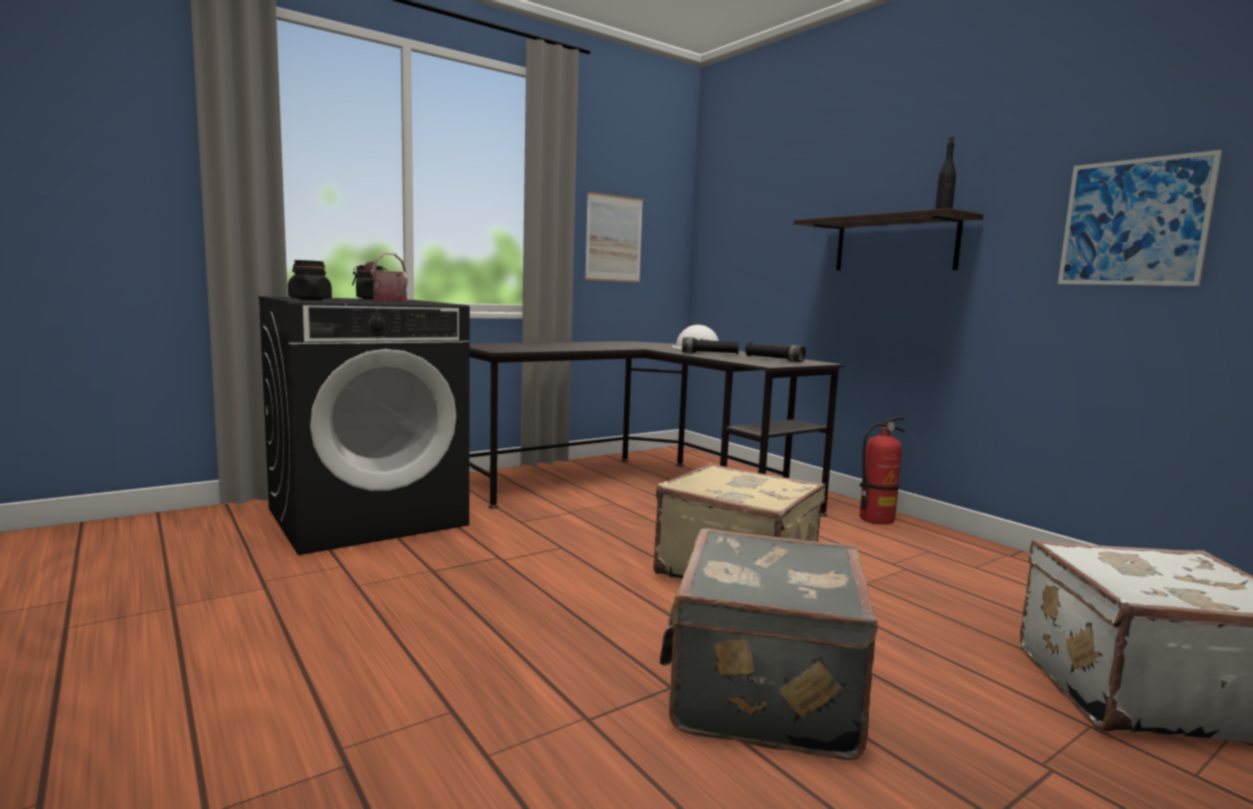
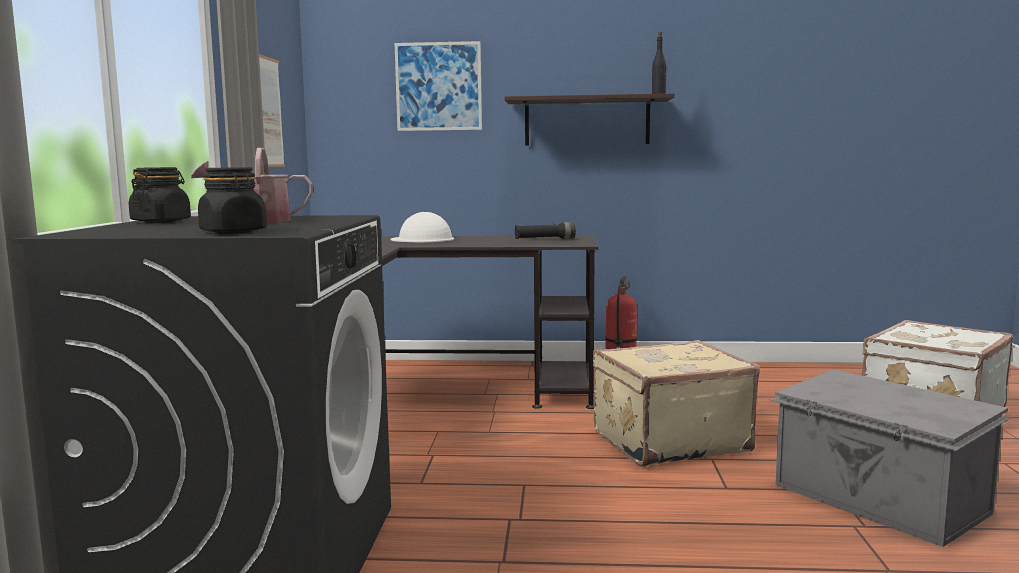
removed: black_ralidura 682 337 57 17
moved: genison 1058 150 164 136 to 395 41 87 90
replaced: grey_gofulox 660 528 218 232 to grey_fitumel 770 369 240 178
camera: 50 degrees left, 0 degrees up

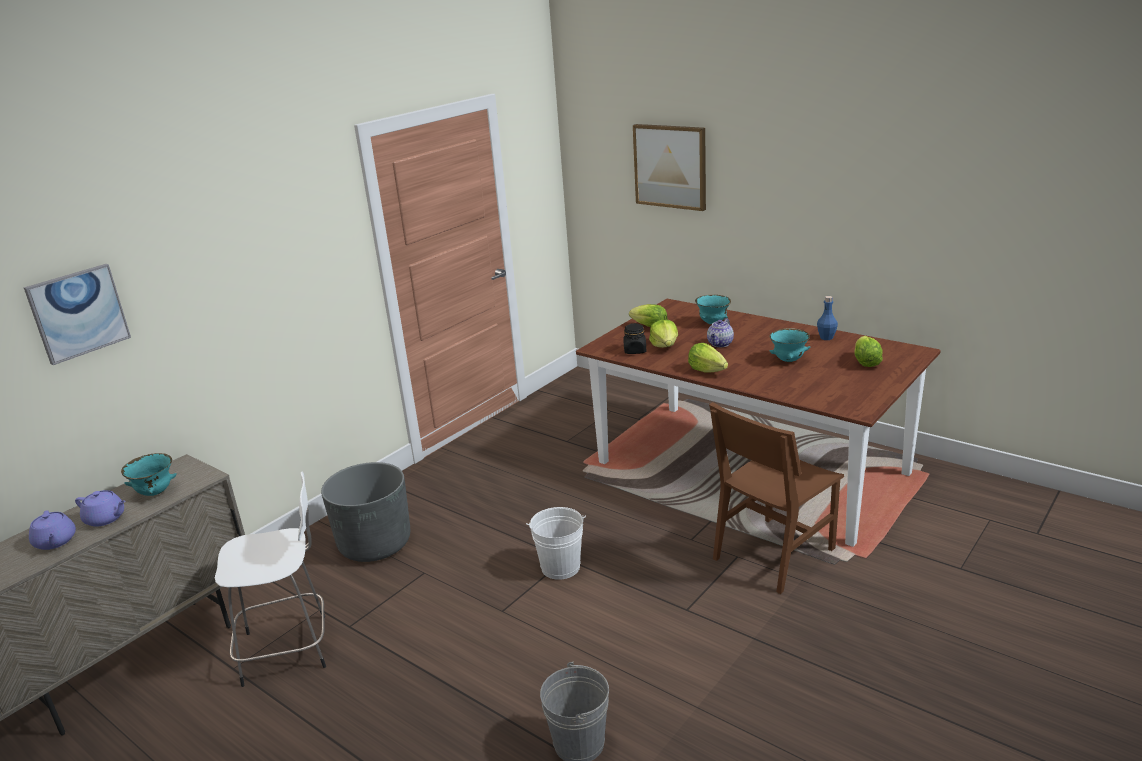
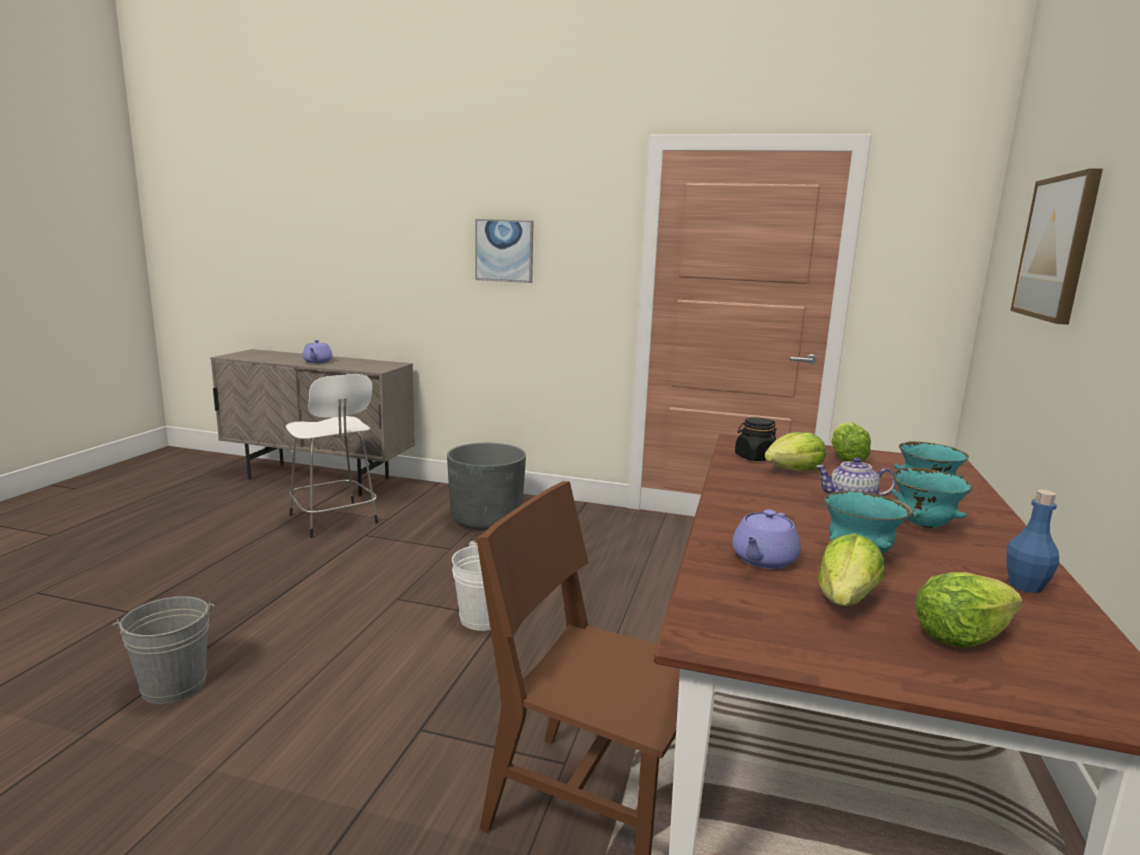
moved: genison 24 264 107 101 to 475 219 59 64; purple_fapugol 29 510 47 40 to 732 510 69 59; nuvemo 688 343 40 30 to 818 533 67 73; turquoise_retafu 121 453 56 43 to 892 468 81 60
camera: 65 degrees right, 10 degrees down

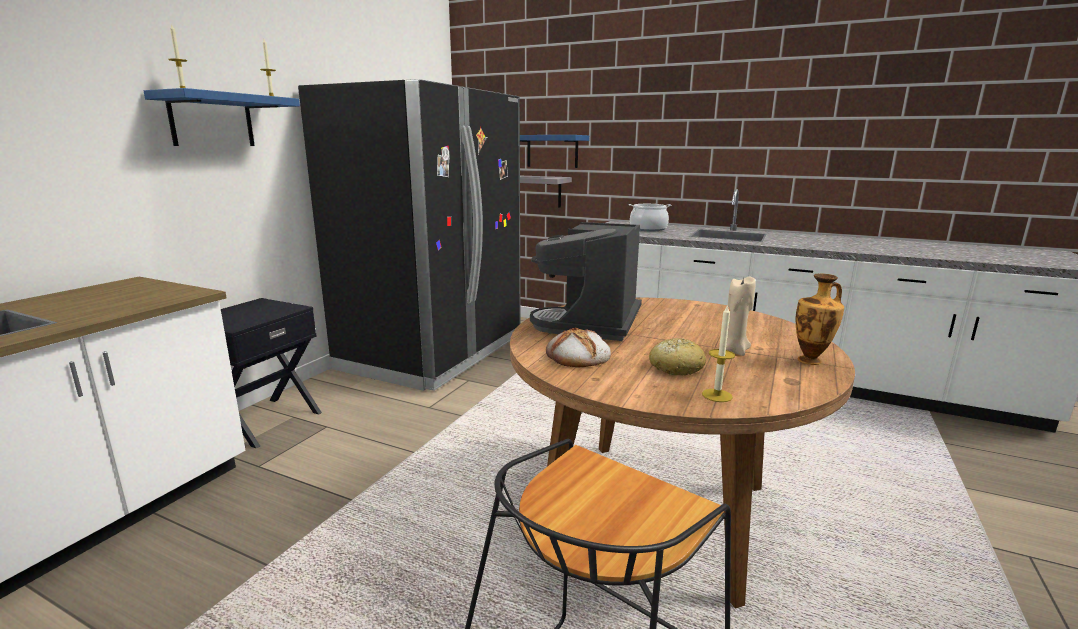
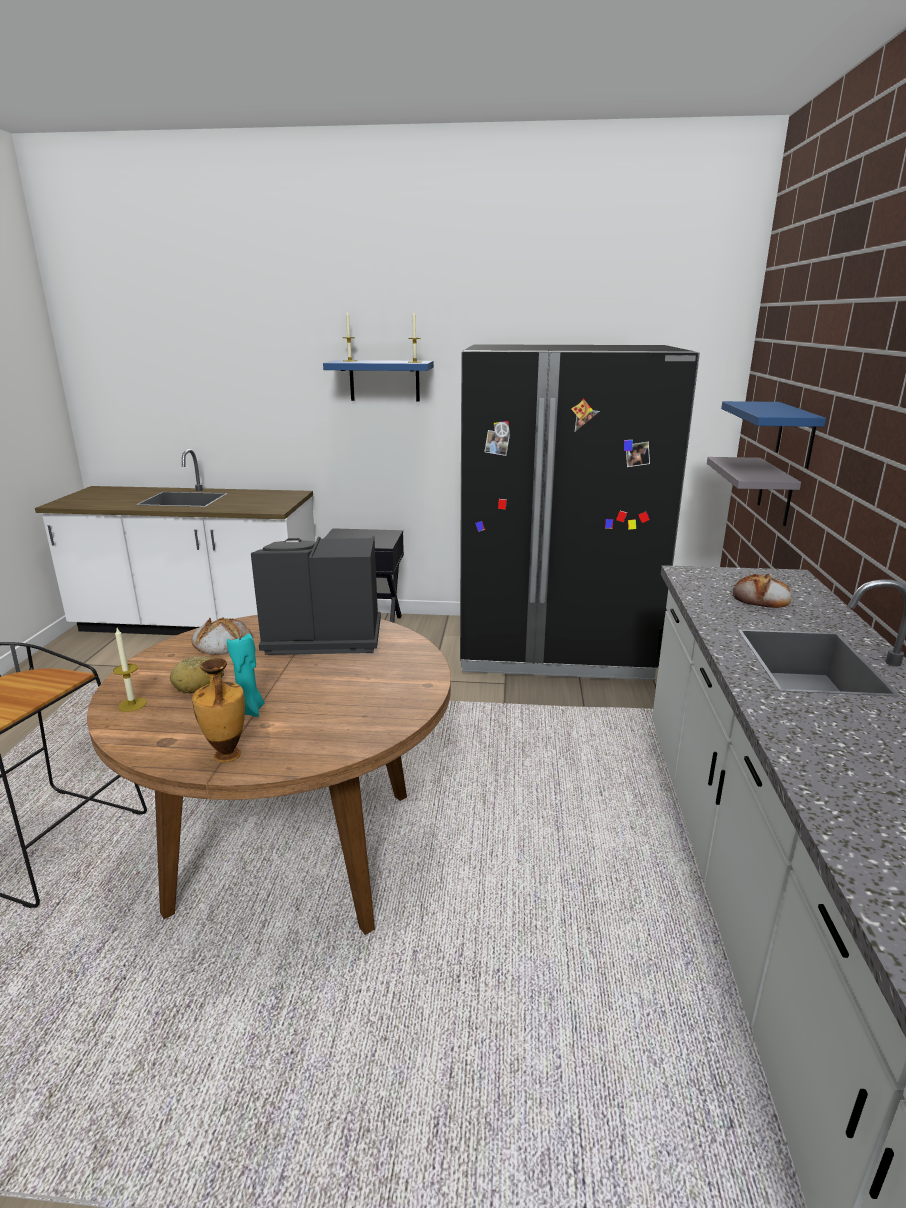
replaced: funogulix 629 204 42 27 to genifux 733 573 59 35
recoloured: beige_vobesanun 726 276 30 80 to turquoise_vobesanun 227 633 37 84
camera: 70 degrees right, 5 degrees up

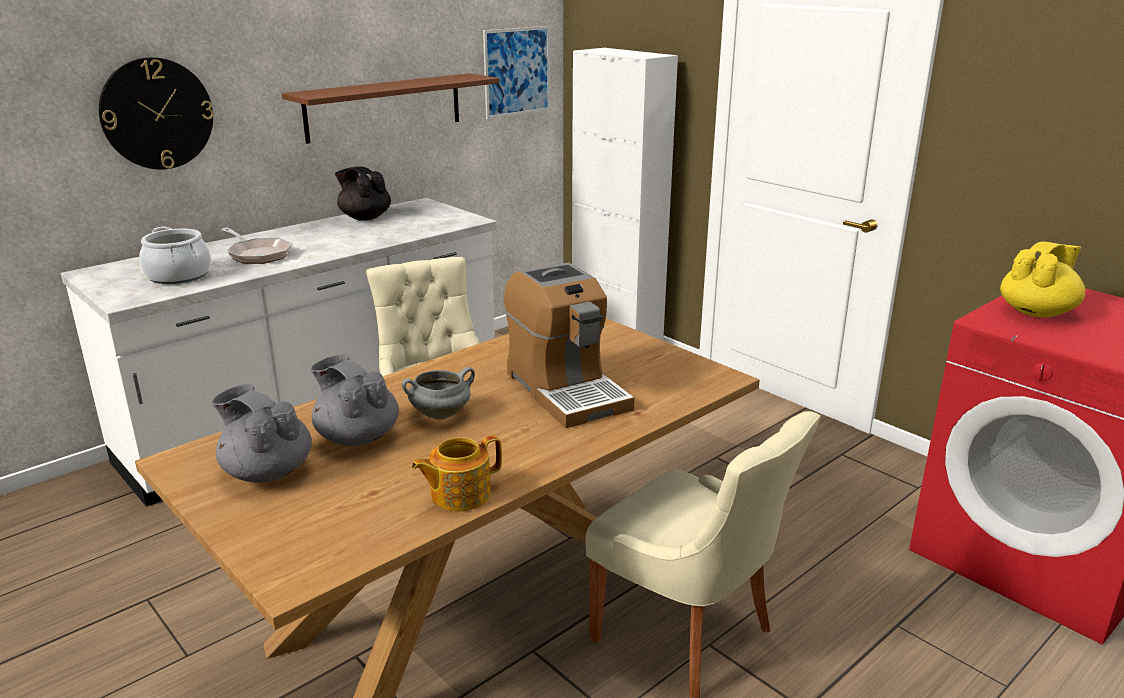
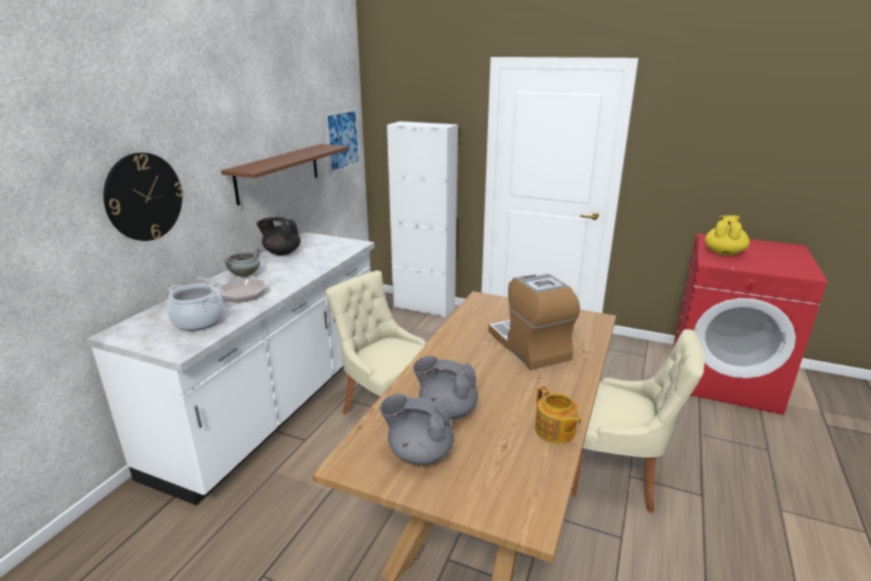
moved: grey_funogulix 401 367 74 53 to 224 248 36 29
turned: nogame 504 262 131 166 = 488 274 92 96 150 degrees counterclockwise; fapugol 411 435 91 76 = 535 386 47 58 60 degrees counterclockwise
camera: 25 degrees left, 0 degrees up

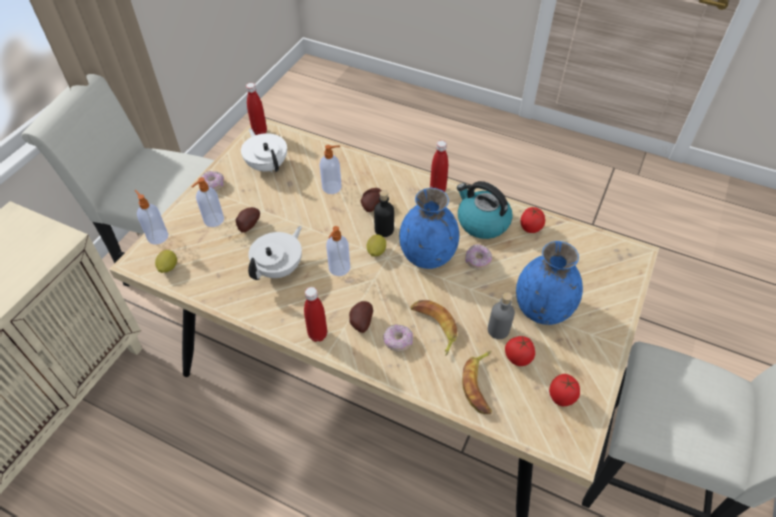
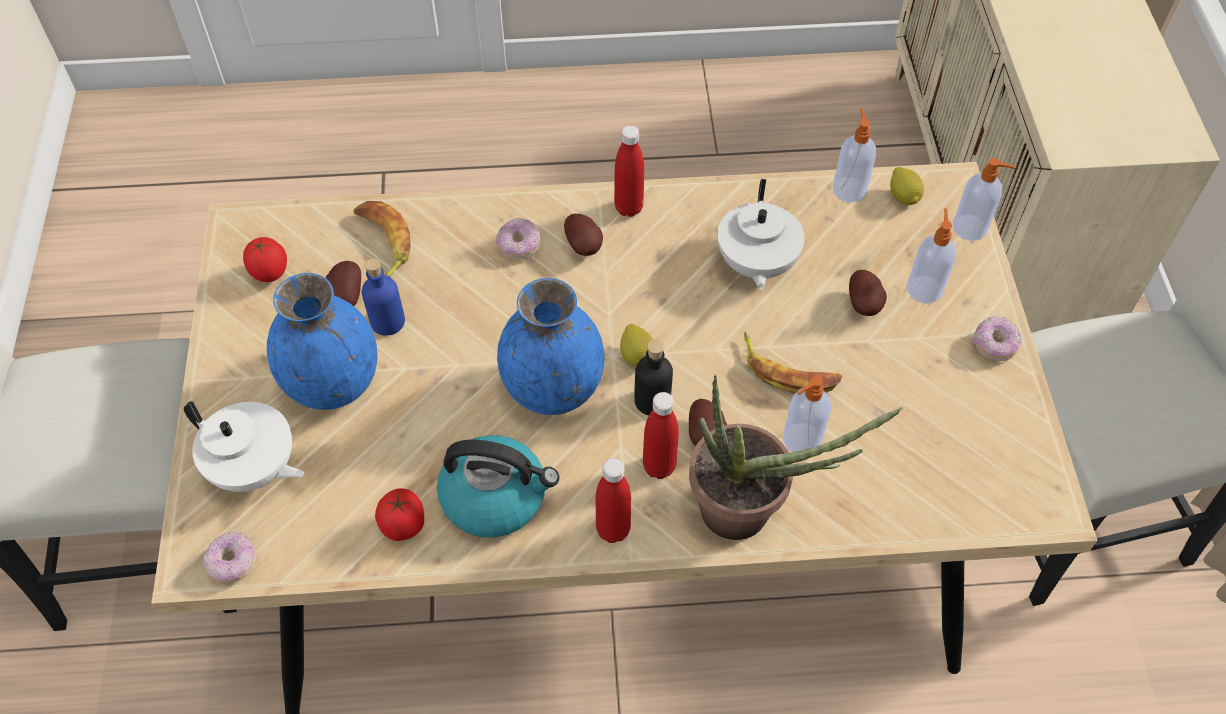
added: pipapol 689 374 214 166
moved: white_fapugol 241 128 46 45 to 184 401 120 91; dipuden 465 244 27 26 to 203 531 53 52; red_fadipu 246 83 21 52 to 643 392 36 87; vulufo 410 300 47 56 to 744 332 98 61; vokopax 326 226 24 50 to 833 108 43 94
replaced: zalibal 505 336 30 30 to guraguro 326 261 35 45
recoloured: grey_fadipu 488 292 27 47 to blue_fadipu 362 258 43 78
camera: 150 degrees right, 5 degrees up

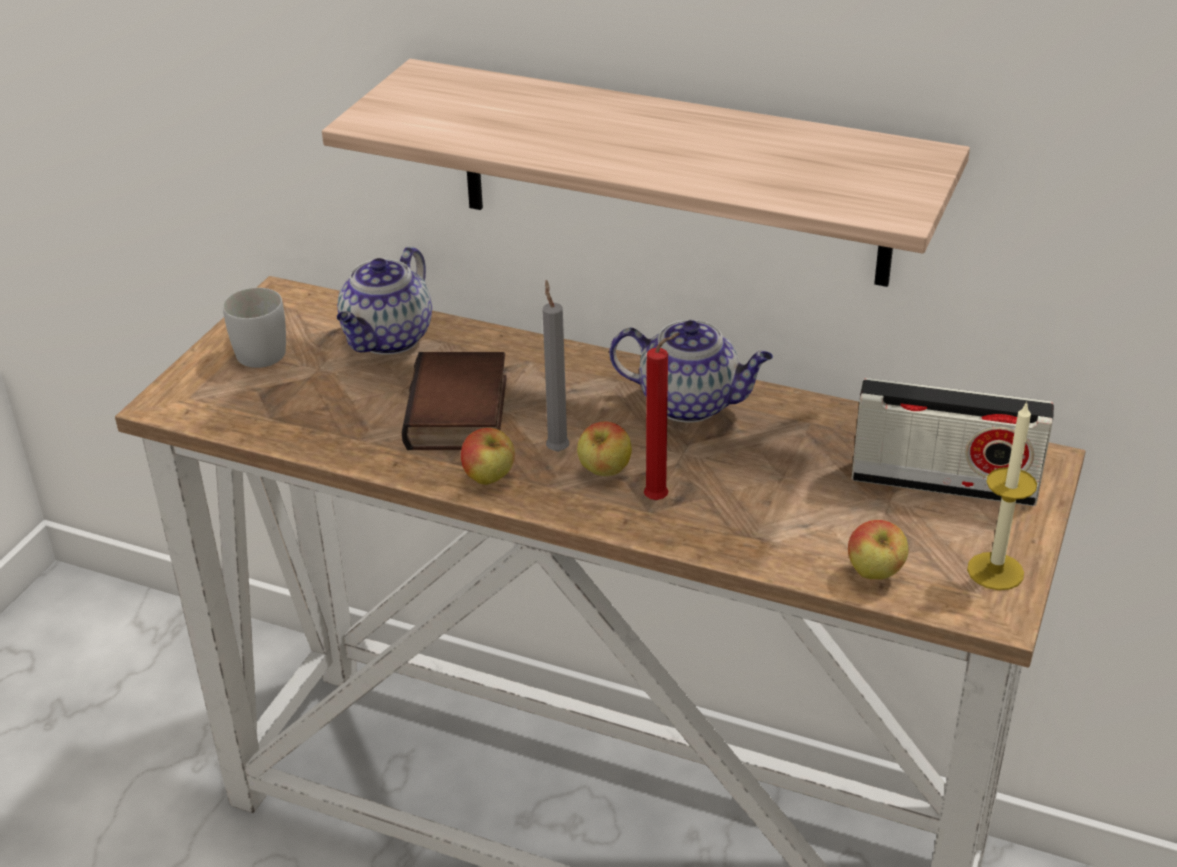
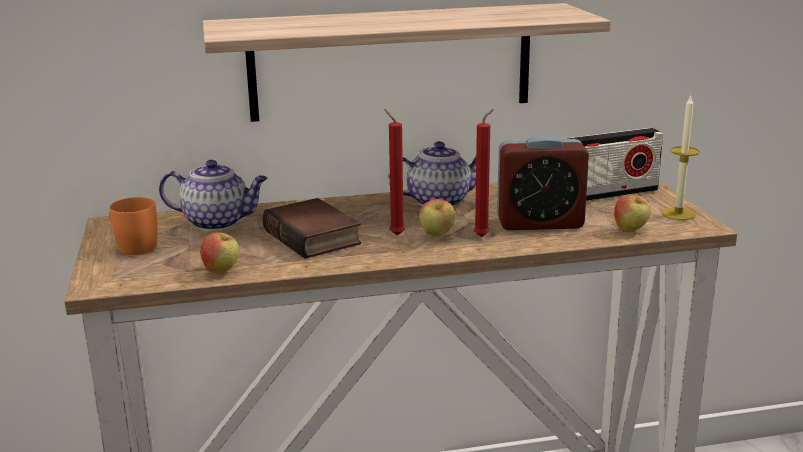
added: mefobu 497 135 92 95
moved: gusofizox 461 428 54 57 to 200 232 39 42
recoloured: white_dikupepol 223 288 63 80 to orange_dikupepol 109 197 49 58; grey_vobesanun 542 280 27 172 to red_vobesanun 384 109 21 127
turned: fapugol 337 246 95 109 = 159 160 109 71 75 degrees counterclockwise
camera: 35 degrees left, 15 degrees down

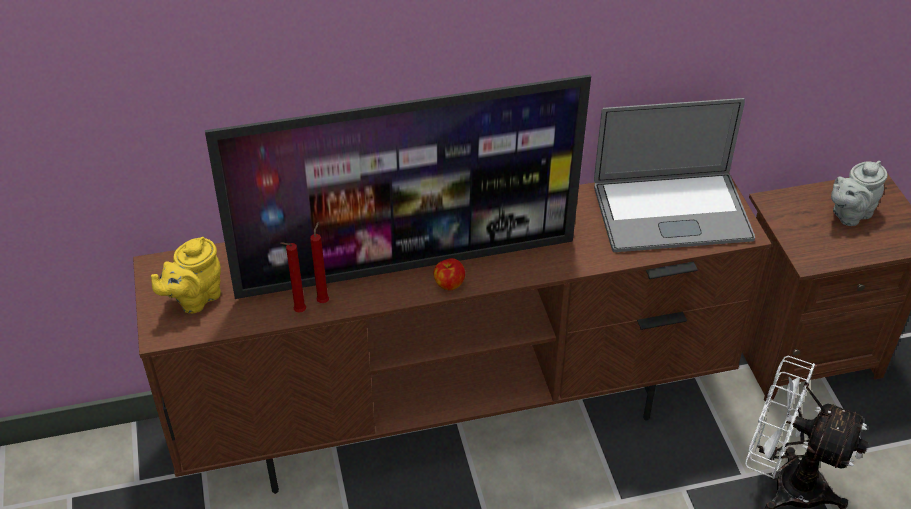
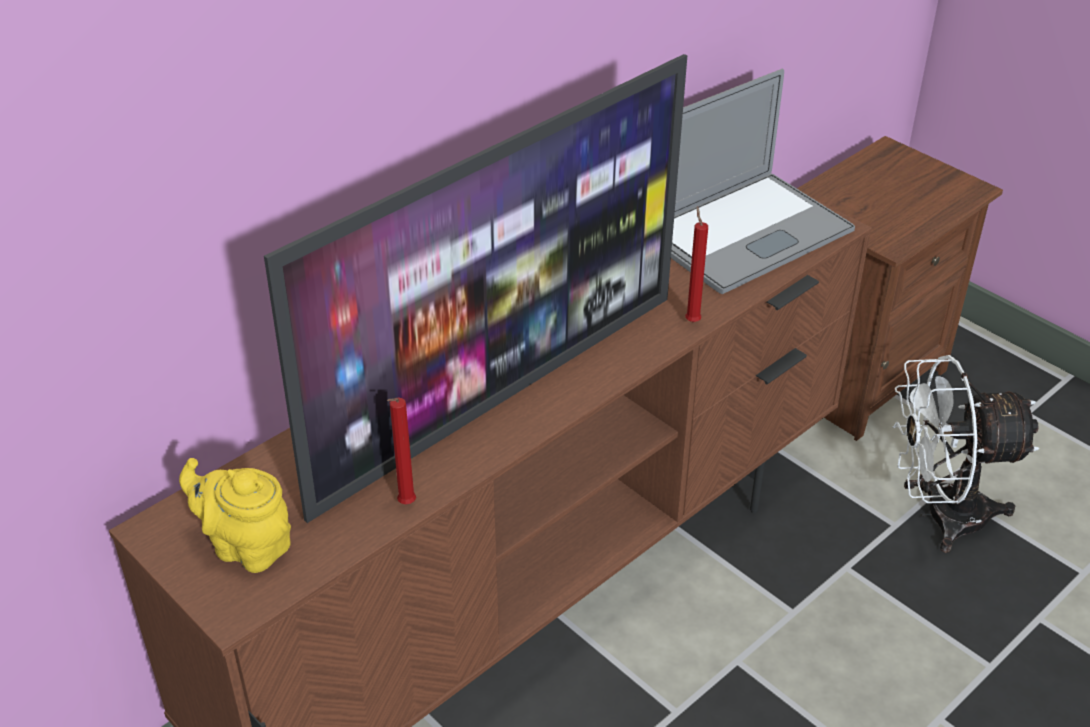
removed: gusofizox 434 258 31 33; grey_fapugol 831 161 57 65
moved: red_vobesanun 310 222 19 81 to 685 207 23 115
turned: yellow_fapugol 151 237 70 76 = 179 458 112 115 105 degrees clockwise
camera: 30 degrees left, 5 degrees down

